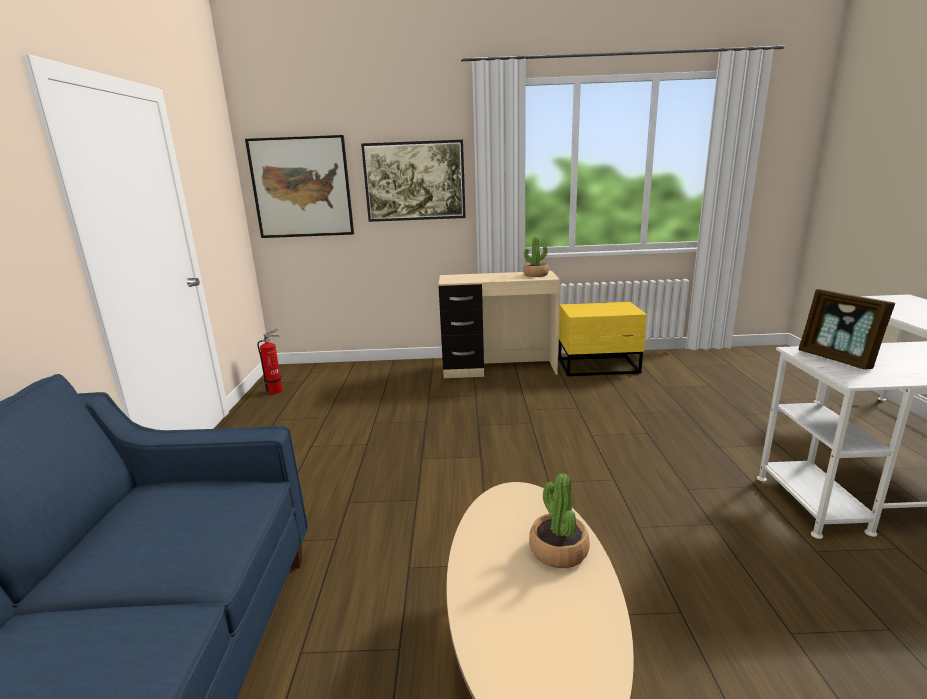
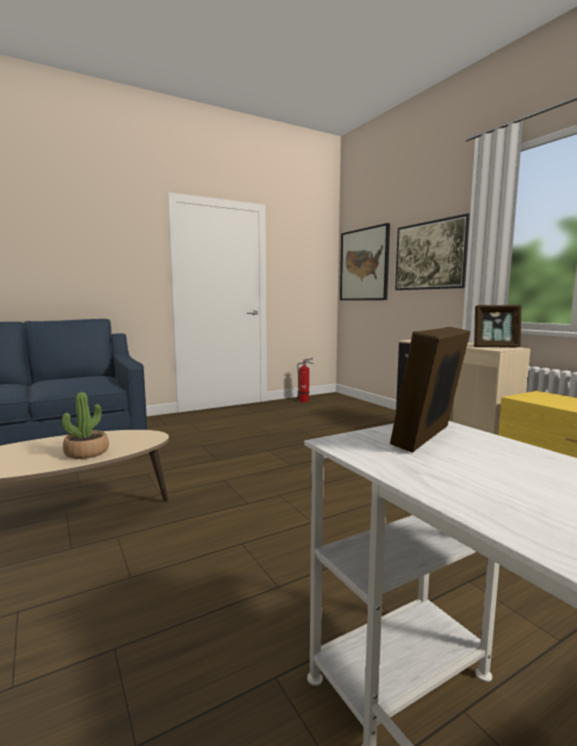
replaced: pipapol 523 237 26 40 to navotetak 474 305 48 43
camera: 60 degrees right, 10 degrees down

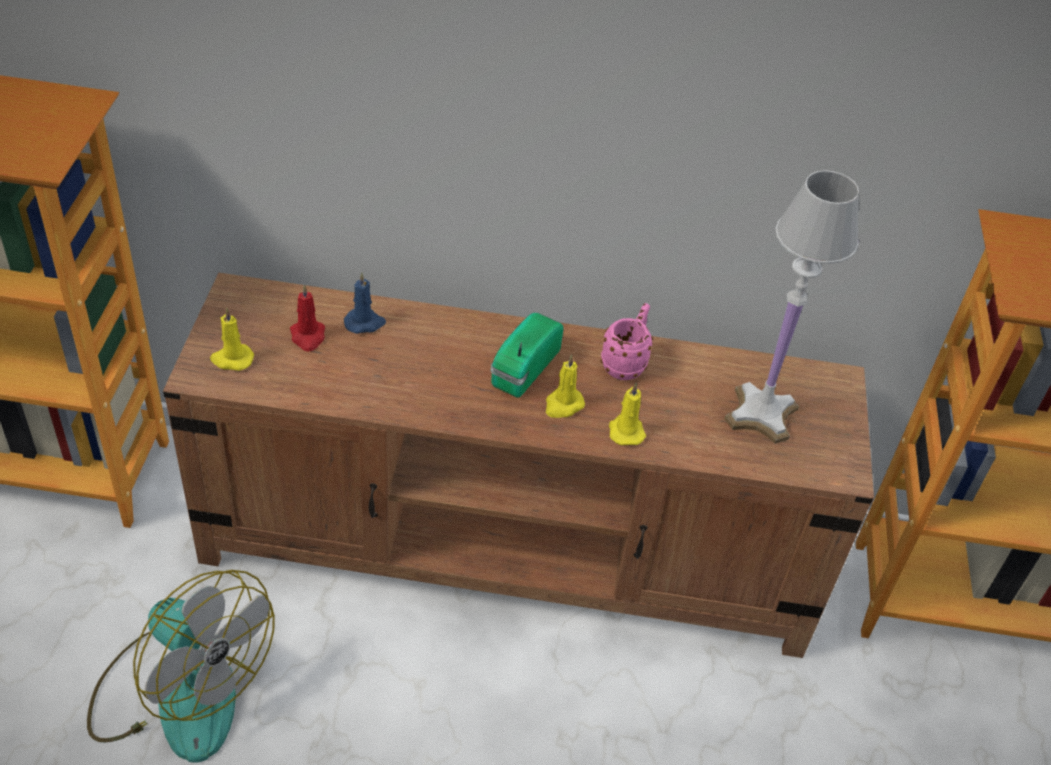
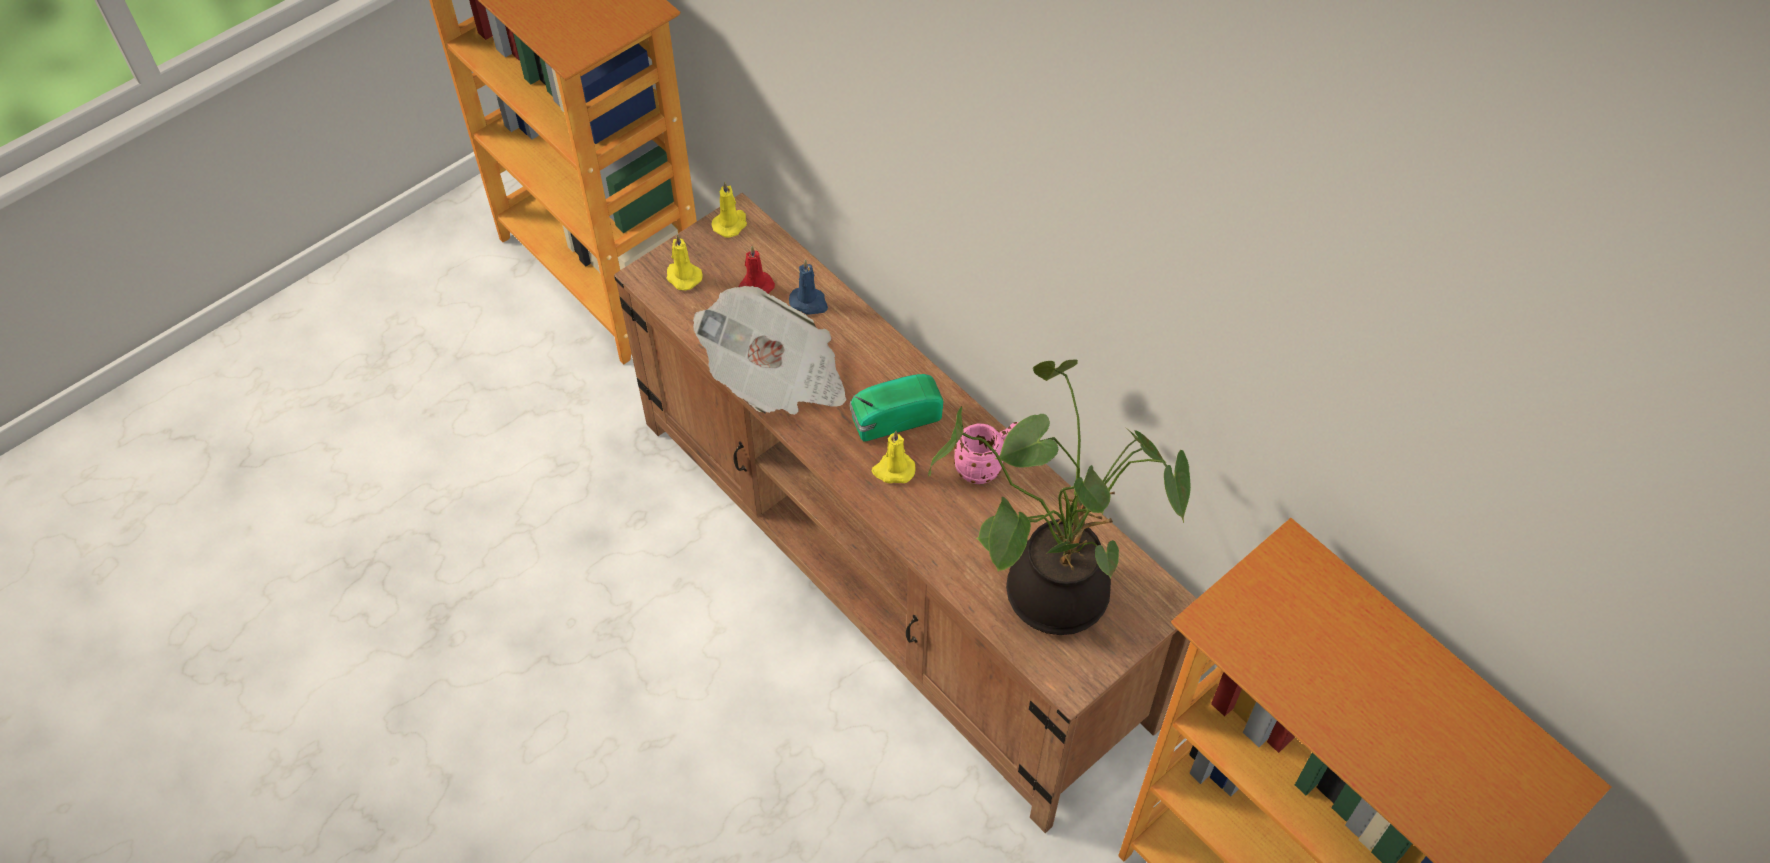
removed: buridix 87 570 188 193
added: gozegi 693 286 154 129
moved: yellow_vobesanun 609 383 37 62 to 711 182 36 56
replaced: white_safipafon 725 170 134 274 to pipapol 928 360 263 275
camera: 45 degrees right, 10 degrees up

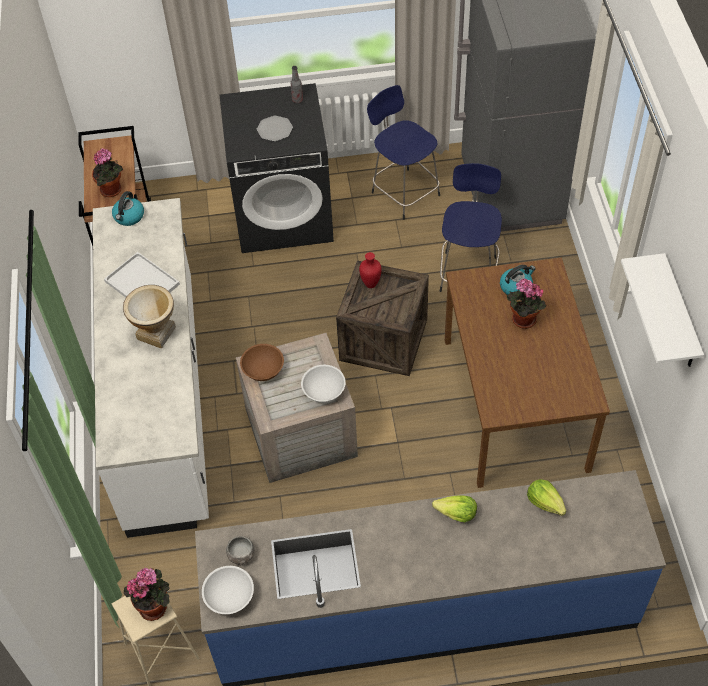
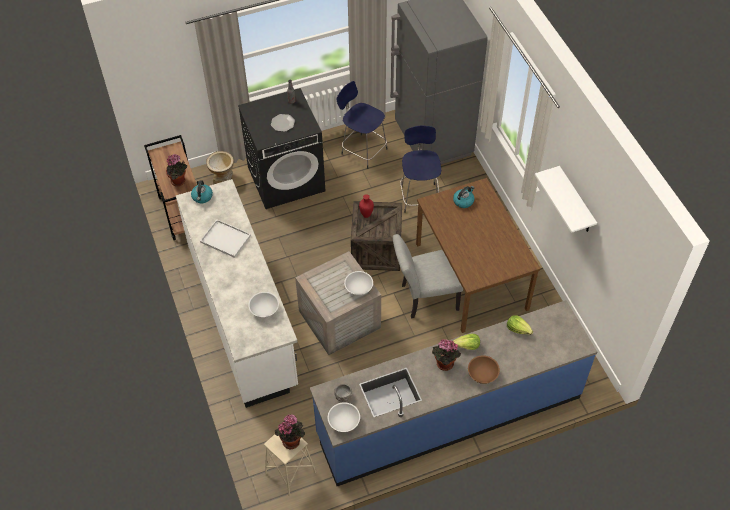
added: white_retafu 248 292 31 26; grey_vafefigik 393 234 70 84
moved: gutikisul 123 285 53 63 to 206 151 28 33; pipapol 506 279 41 50 to 432 339 29 32; brown_retafu 240 344 44 37 to 468 355 32 29
camera: 15 degrees left, 0 degrees up

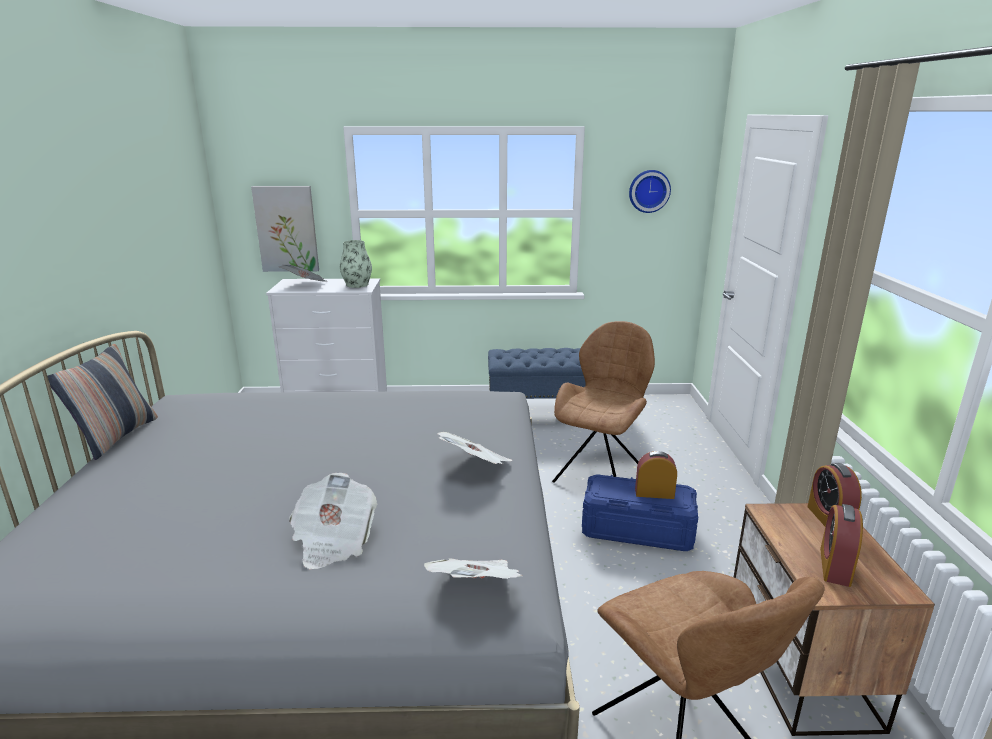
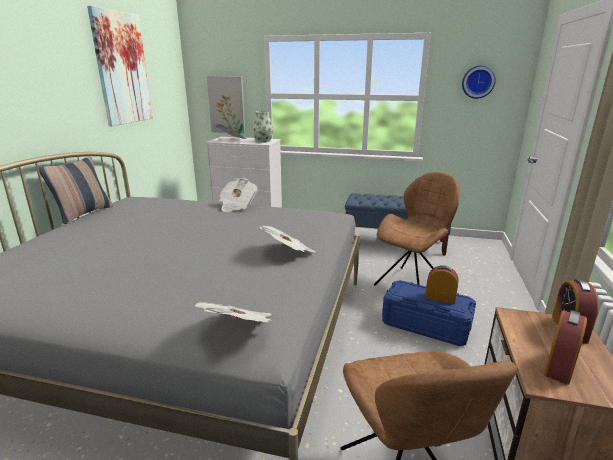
added: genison 87 6 66 120
moved: gozegi 289 473 88 96 to 219 178 39 34
camera: 15 degrees right, 0 degrees up

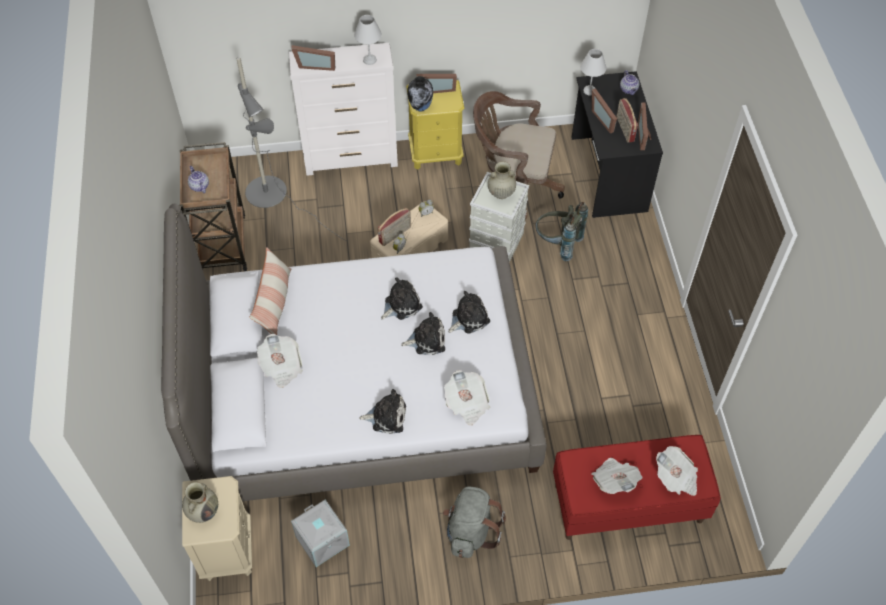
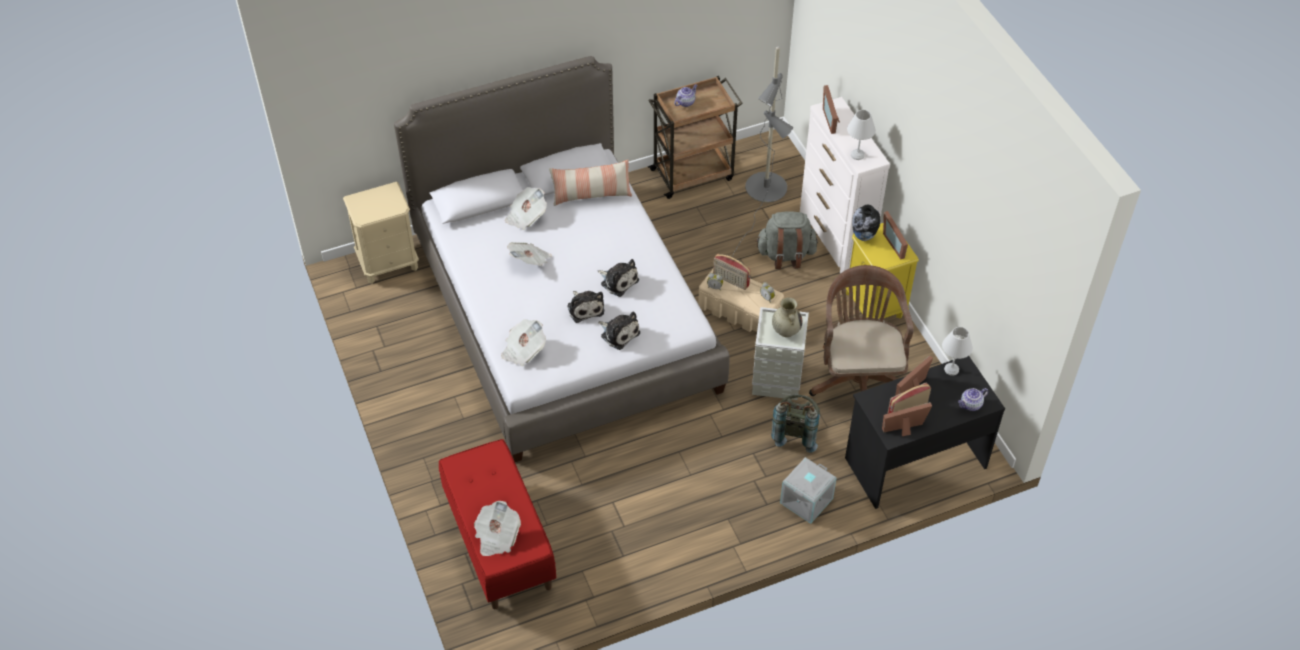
removed: beige_gutikisul 182 482 36 41; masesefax 359 389 47 45
moved: gozegi 591 458 51 36 to 507 242 45 24; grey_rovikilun 443 487 63 71 to 756 211 62 58; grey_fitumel 291 499 59 68 to 780 457 57 67
camera: 75 degrees right, 5 degrees down

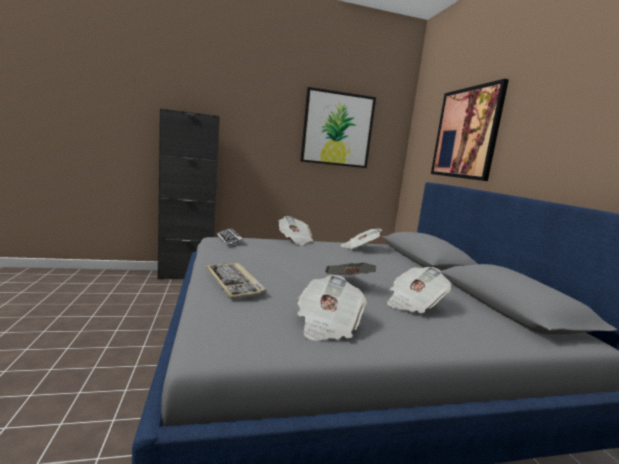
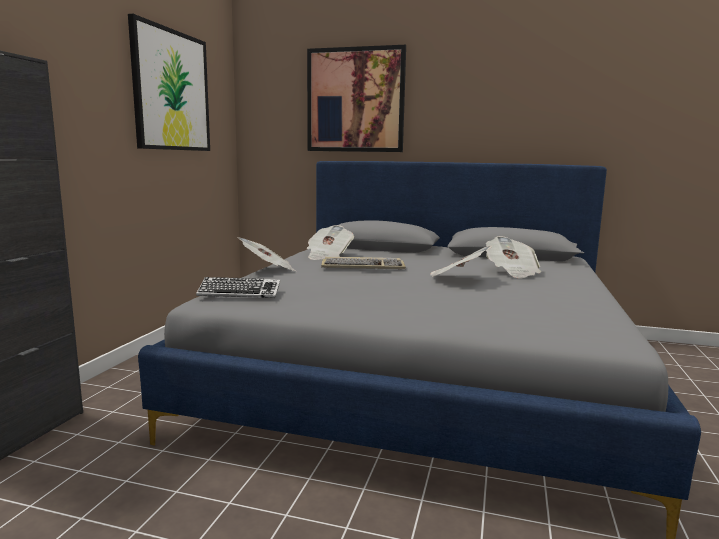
removed: gozegi 297 275 70 65
moved: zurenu 206 262 60 37 to 321 257 85 12
camera: 60 degrees left, 0 degrees up

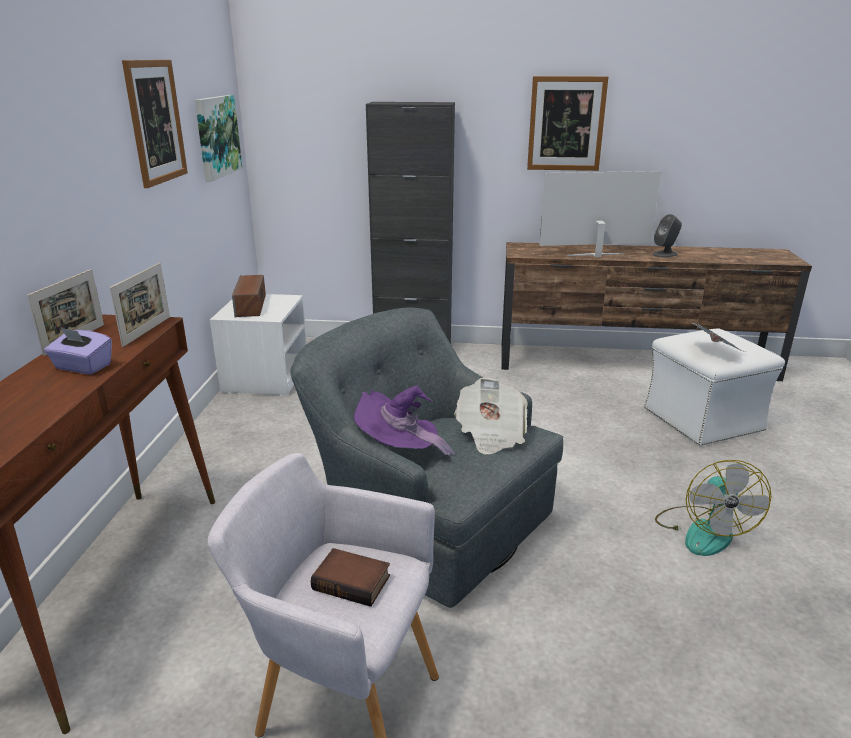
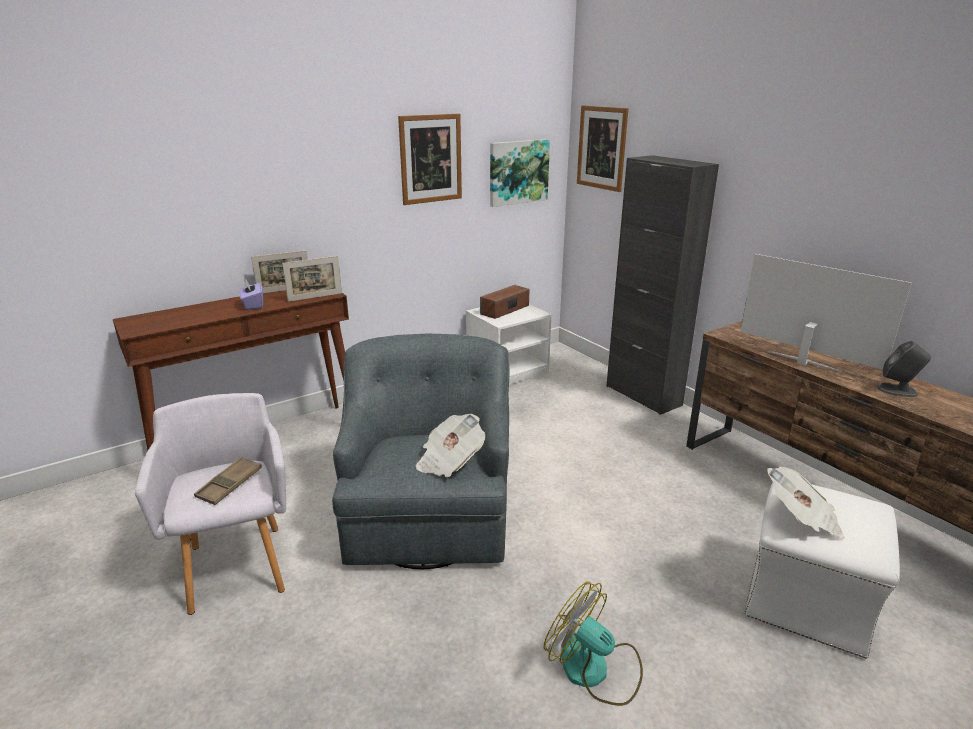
removed: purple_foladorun 354 385 101 77
moved: genison 527 76 81 95 to 577 106 51 86
replaced: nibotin 311 548 79 59 to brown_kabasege 194 457 68 48
turned: buridix 655 460 116 96 = 544 581 99 125 75 degrees clockwise
camera: 50 degrees right, 0 degrees up

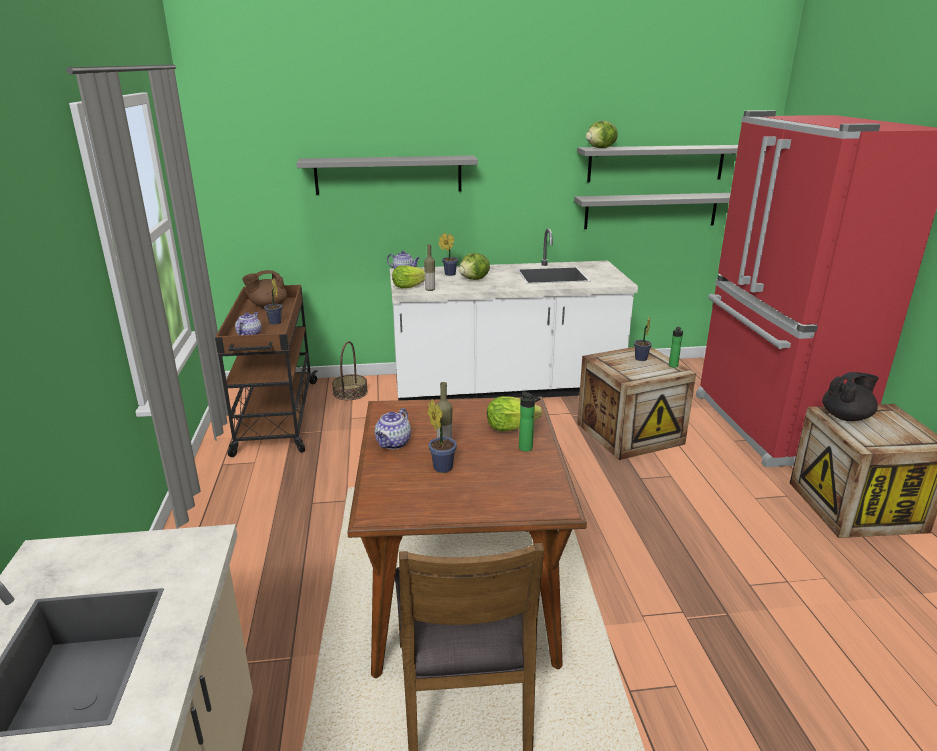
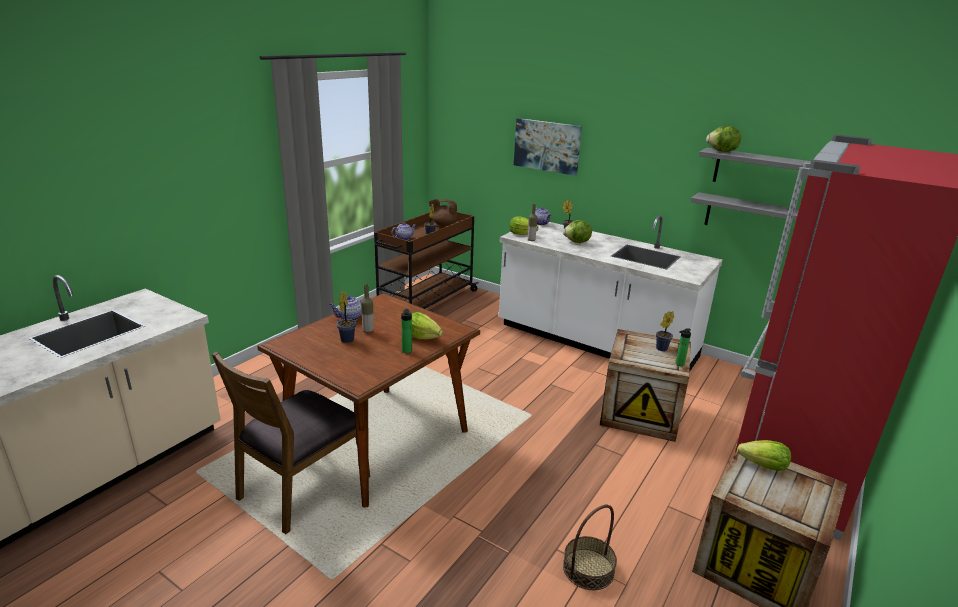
moved: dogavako 332 341 36 59 to 563 505 54 85
replaced: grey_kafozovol 296 156 182 39 to genison 514 118 68 58; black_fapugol 822 372 57 49 to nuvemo 737 440 54 31
camera: 40 degrees right, 0 degrees up

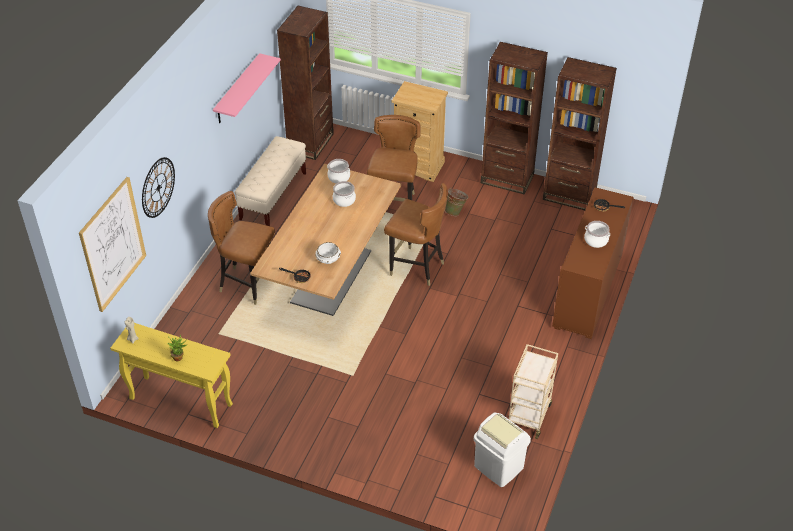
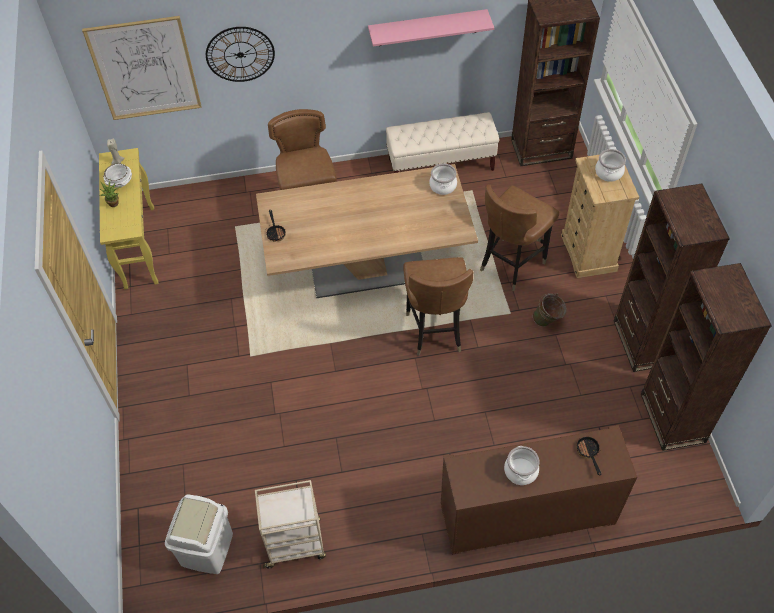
moved: white_retafu 315 242 26 22 to 103 163 29 25; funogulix 333 181 23 26 to 595 149 31 33
turned: brown_vafefigik 367 115 53 86 = 480 184 79 107 150 degrees clockwise
camera: 60 degrees right, 10 degrees up

